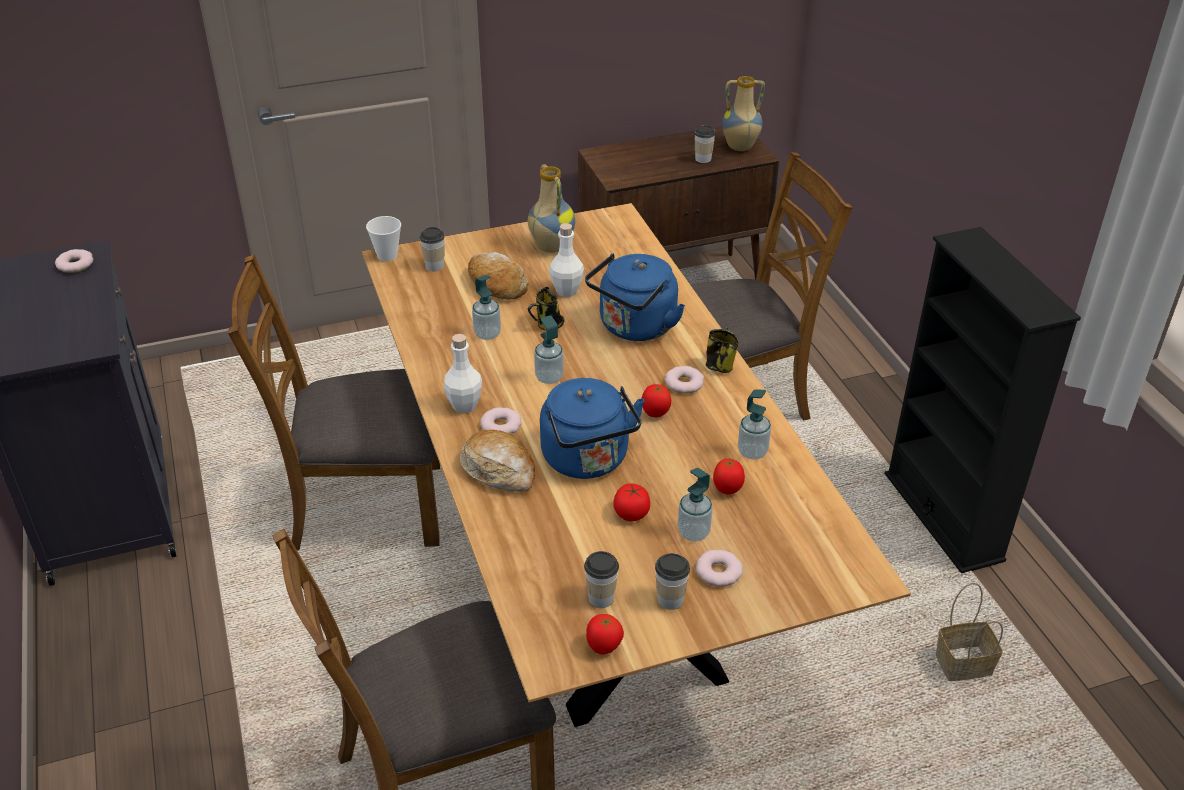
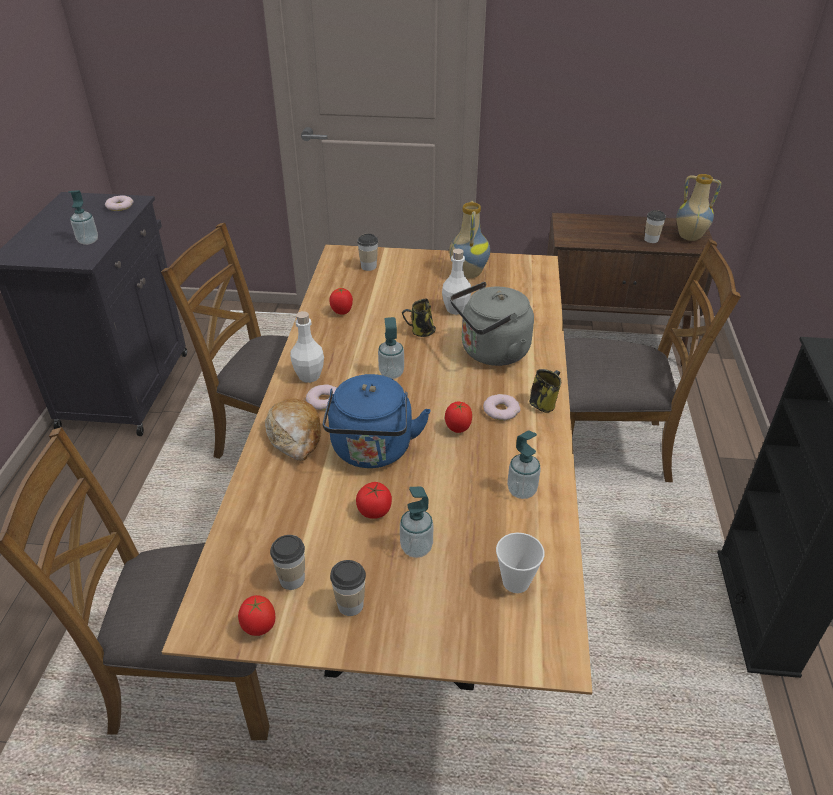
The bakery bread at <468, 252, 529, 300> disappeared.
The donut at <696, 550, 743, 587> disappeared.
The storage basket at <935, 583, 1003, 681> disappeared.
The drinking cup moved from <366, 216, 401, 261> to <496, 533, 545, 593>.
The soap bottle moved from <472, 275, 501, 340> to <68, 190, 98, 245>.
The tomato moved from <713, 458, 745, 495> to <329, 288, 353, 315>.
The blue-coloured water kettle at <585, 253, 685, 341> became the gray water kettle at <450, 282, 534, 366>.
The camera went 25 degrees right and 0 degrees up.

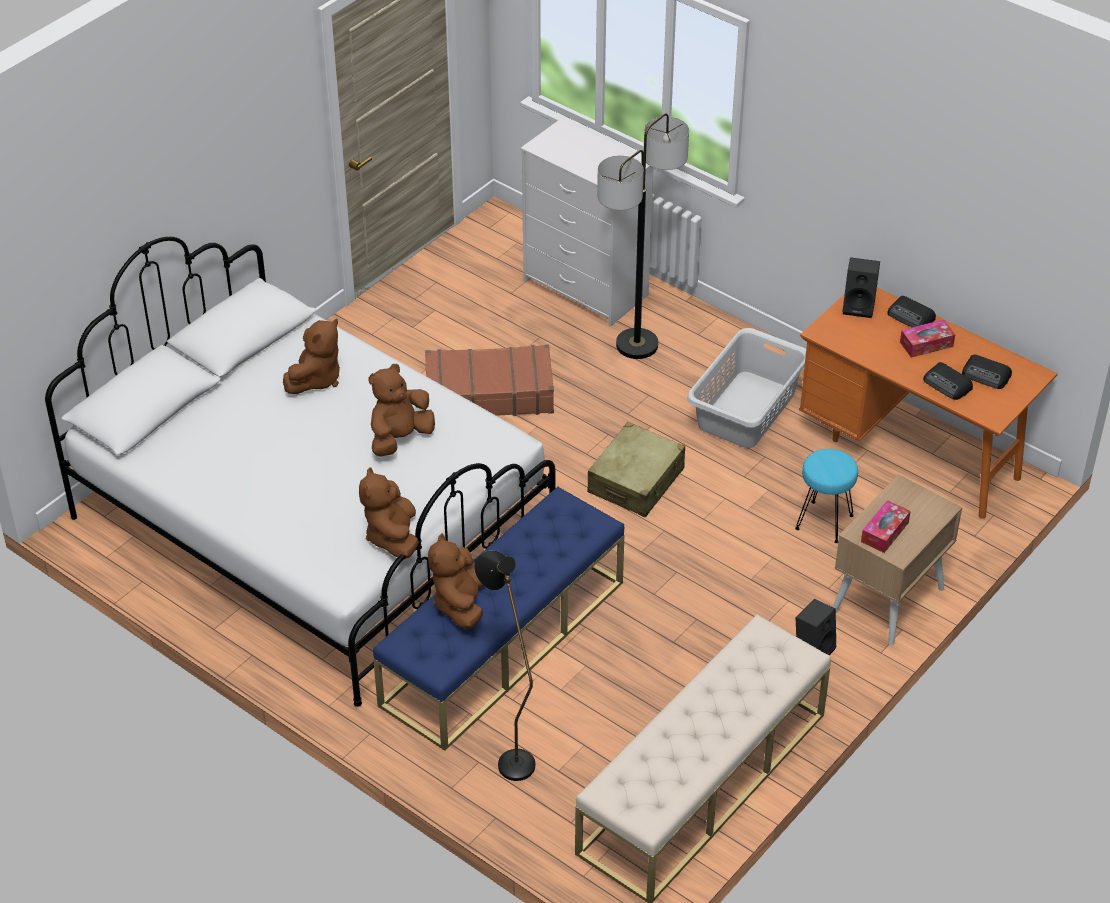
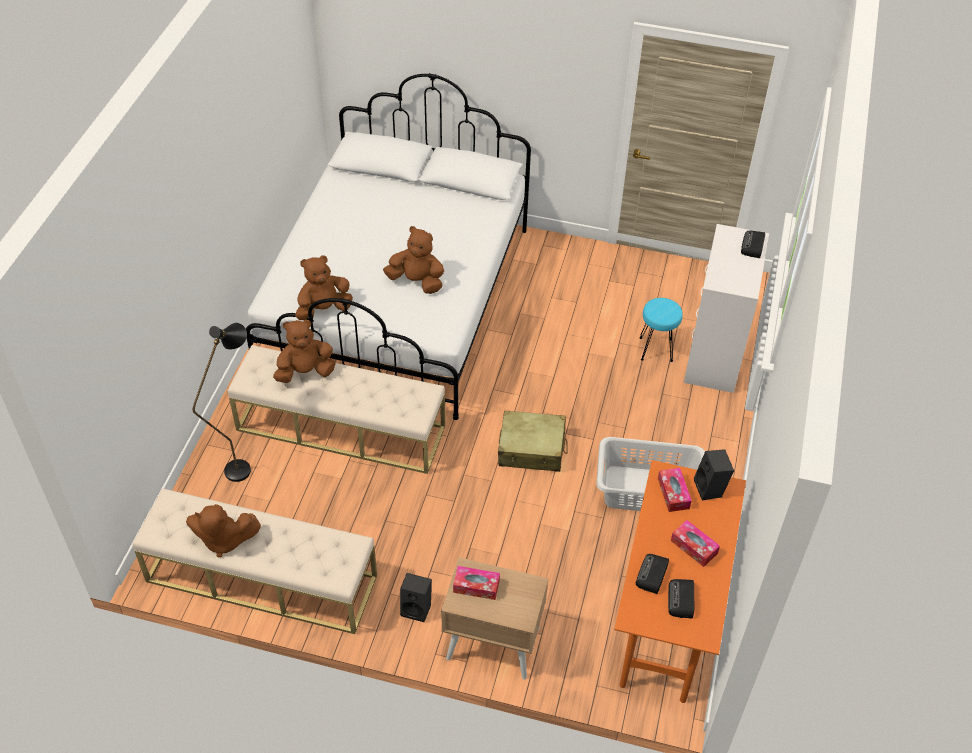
The brown-coloured piece of luggage at <425, 344, 554, 416> disappeared.
The standard lamp at <597, 113, 689, 359> disappeared.
The box of tissues at <658, 468, 692, 512> appeared.
The brown-coloured soft toy moved from <283, 319, 340, 394> to <186, 504, 261, 557>.
The turquoise stool moved from <795, 449, 858, 543> to <639, 298, 683, 362>.
The radio set moved from <887, 296, 936, 327> to <741, 230, 765, 258>.
The blue-coloured long seat at <373, 486, 624, 751> became the sand-coloured long seat at <228, 345, 445, 474>.
The camera went 65 degrees right and 5 degrees up.

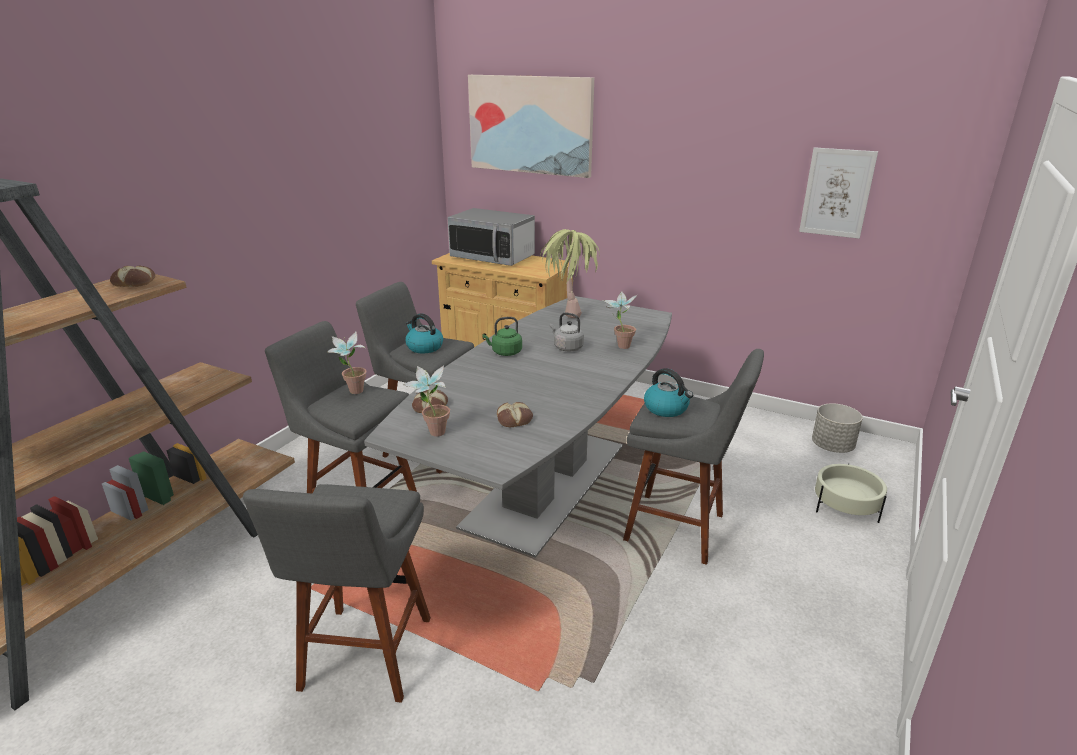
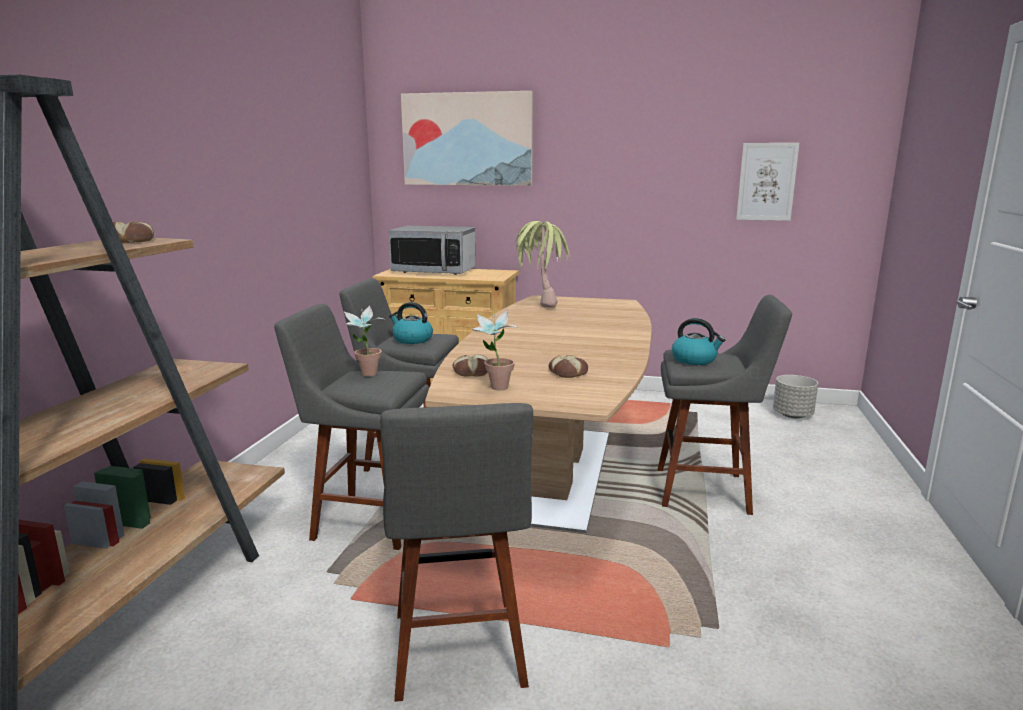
The green-coloured water kettle at <483, 317, 522, 356> disappeared.
The gray water kettle at <550, 312, 584, 351> disappeared.
The houseplant at <603, 291, 638, 349> disappeared.
The sand-coloured plant pot at <815, 463, 887, 523> disappeared.
The gray dining table at <364, 296, 672, 558> became the brown-coloured dining table at <425, 295, 652, 533>.
The camera went 15 degrees left and 10 degrees down.

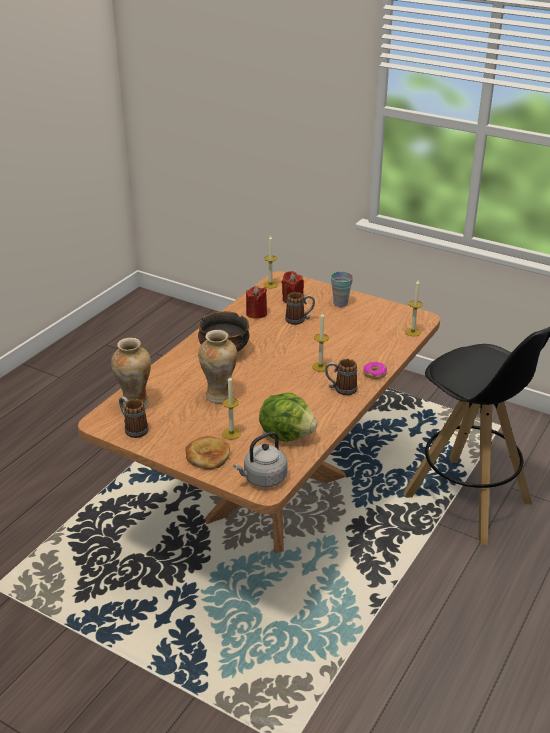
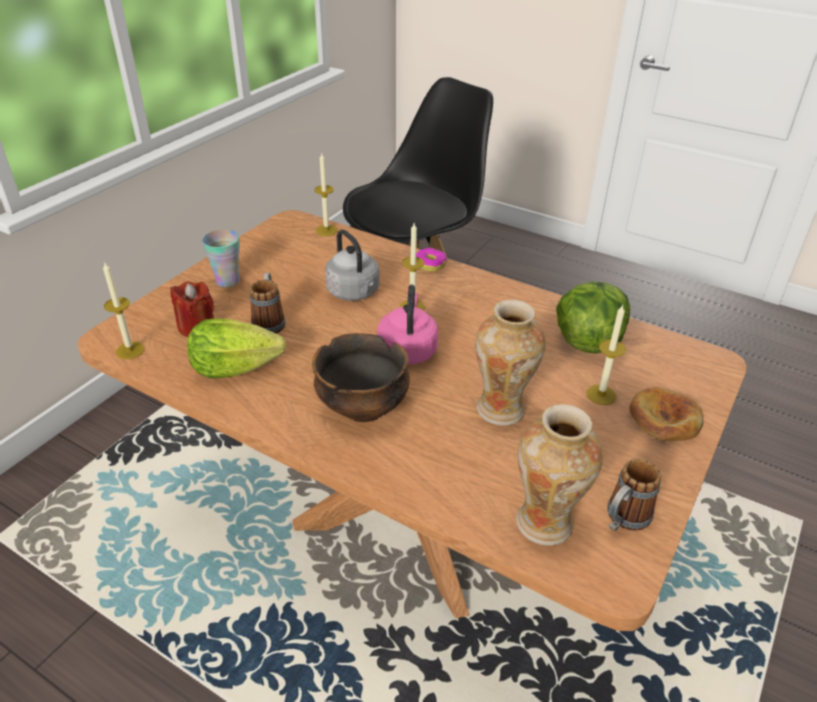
The tea mug at <325, 359, 358, 395> disappeared.
The pinkish water kettle at <377, 285, 438, 365> appeared.
The gray water kettle moved from <234, 431, 288, 487> to <325, 229, 380, 301>.
The red-coloured candle at <246, 286, 267, 319> was replaced by the head of lettuce at <187, 318, 286, 378>.
The camera went 90 degrees left and 5 degrees up.

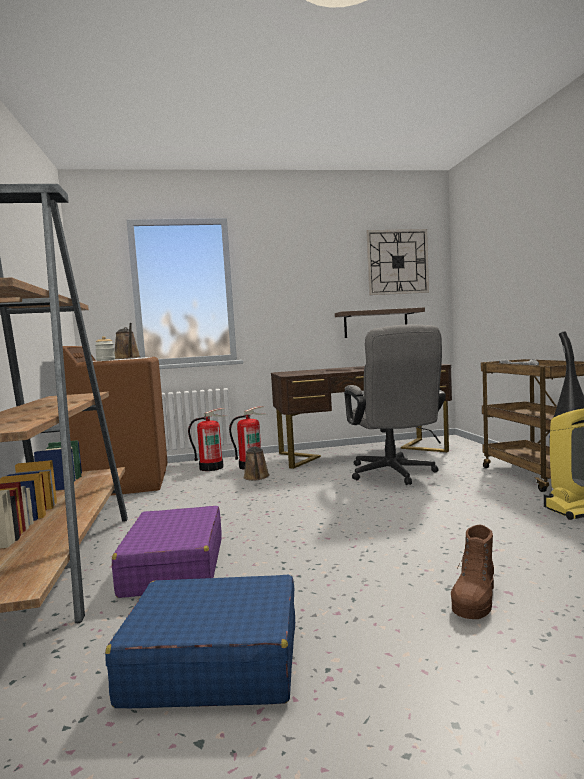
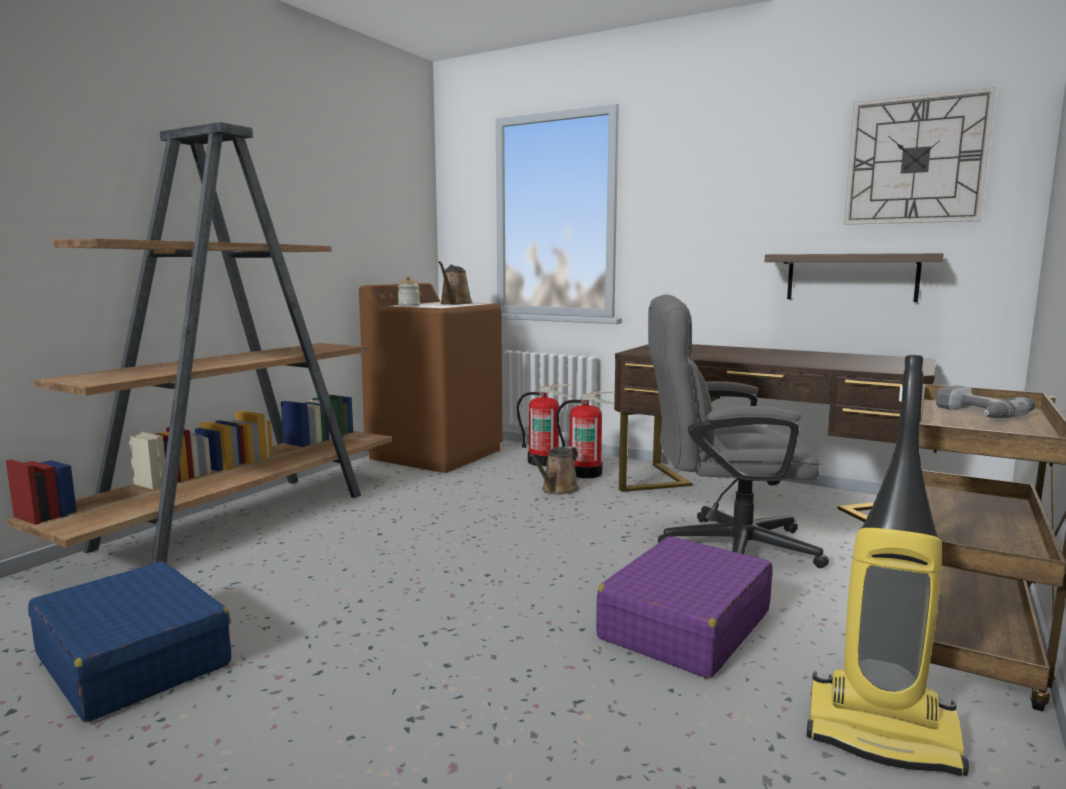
The brown-coloured boot at <451, 525, 494, 619> disappeared.
The purple-coloured piece of luggage moved from <112, 506, 222, 598> to <596, 536, 772, 679>.
The gray office chair at <344, 324, 446, 485> turned 60 degrees clockwise.
The camera went 40 degrees right and 5 degrees up.

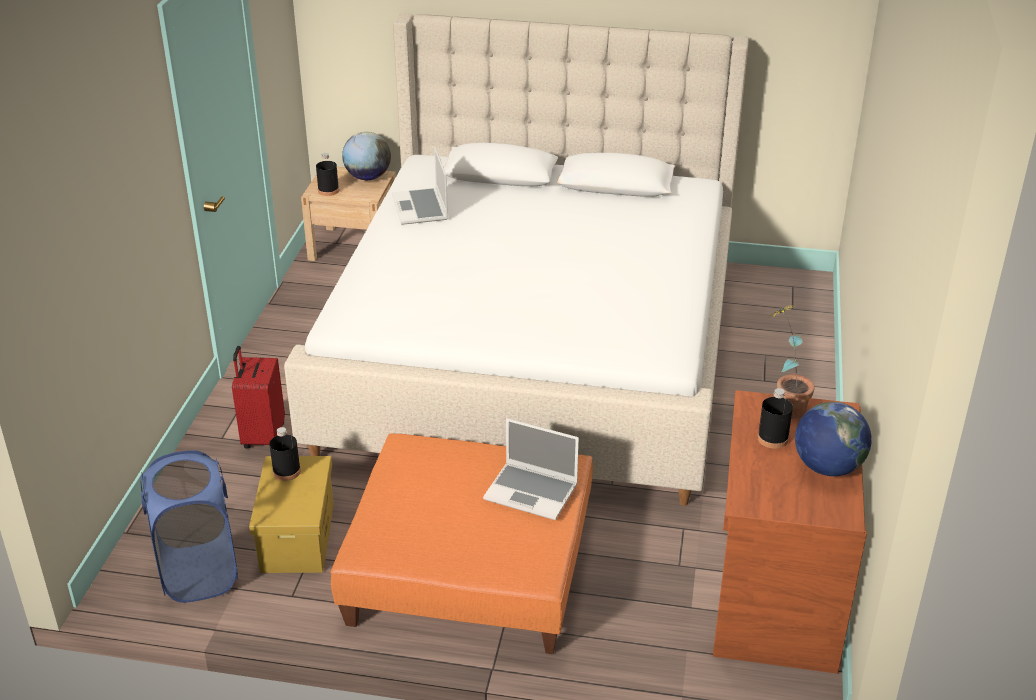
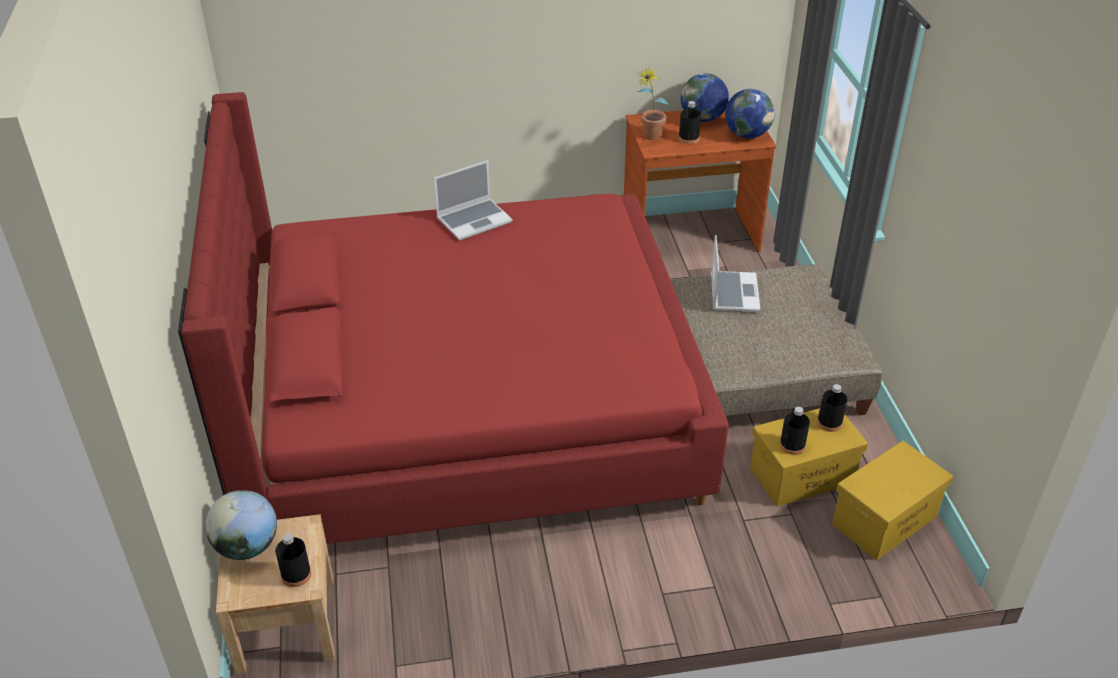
The red-coloured piece of luggage at <232, 346, 285, 448> disappeared.
The desk globe at <725, 89, 775, 139> appeared.
The black-coloured beverage bottle at <817, 384, 847, 432> appeared.
The laptop moved from <392, 147, 448, 225> to <434, 160, 512, 240>.
The blue-coloured washing basket at <140, 450, 238, 603> was replaced by the yellow storage bin at <832, 441, 953, 560>.
The sand-coloured bed at <284, 13, 749, 506> became the red-coloured bed at <178, 92, 729, 544>.
The orangey footrest at <331, 434, 593, 654> became the sand-coloured footrest at <671, 264, 883, 416>.
The camera went 110 degrees left and 5 degrees up.

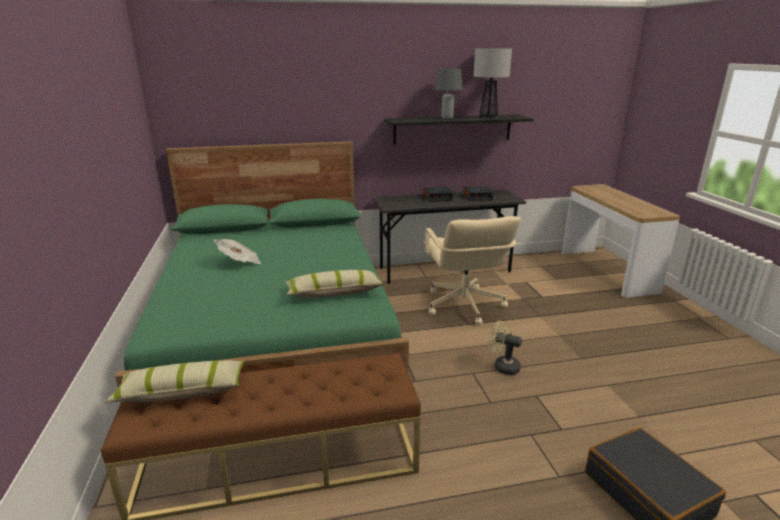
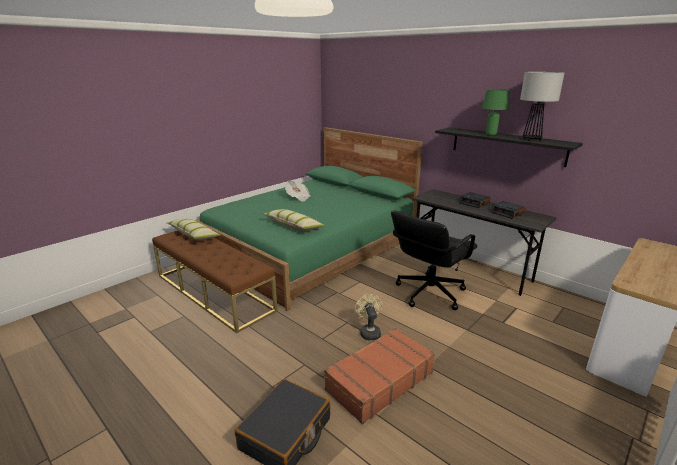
The brown-coloured piece of luggage at <324, 328, 435, 424> appeared.
The sand-coloured office chair at <424, 216, 521, 325> became the black-coloured office chair at <391, 210, 477, 310>.
The gray lamp for a table at <435, 68, 463, 119> became the green-coloured lamp for a table at <482, 89, 509, 136>.
The camera went 55 degrees right and 0 degrees up.

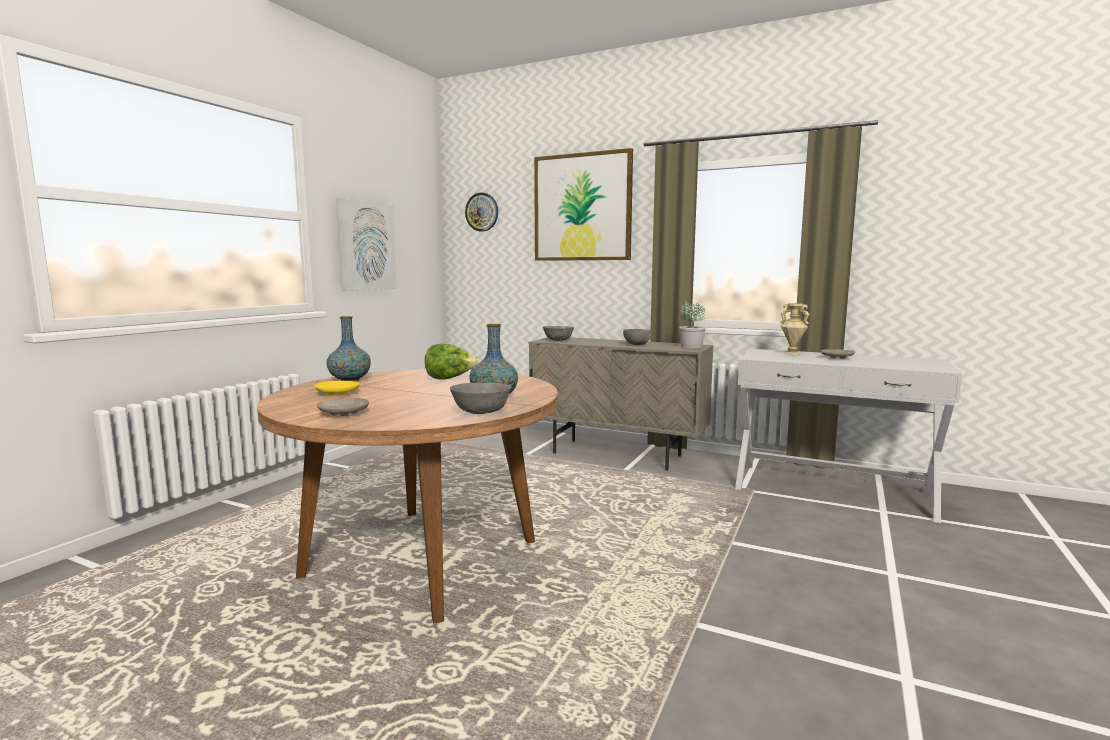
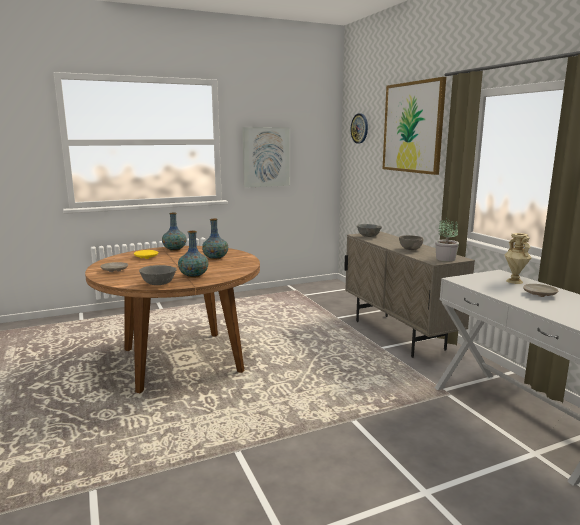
The head of lettuce at <425, 343, 479, 380> was replaced by the decorative vase at <202, 219, 228, 259>.
The camera went 40 degrees right and 5 degrees up.

